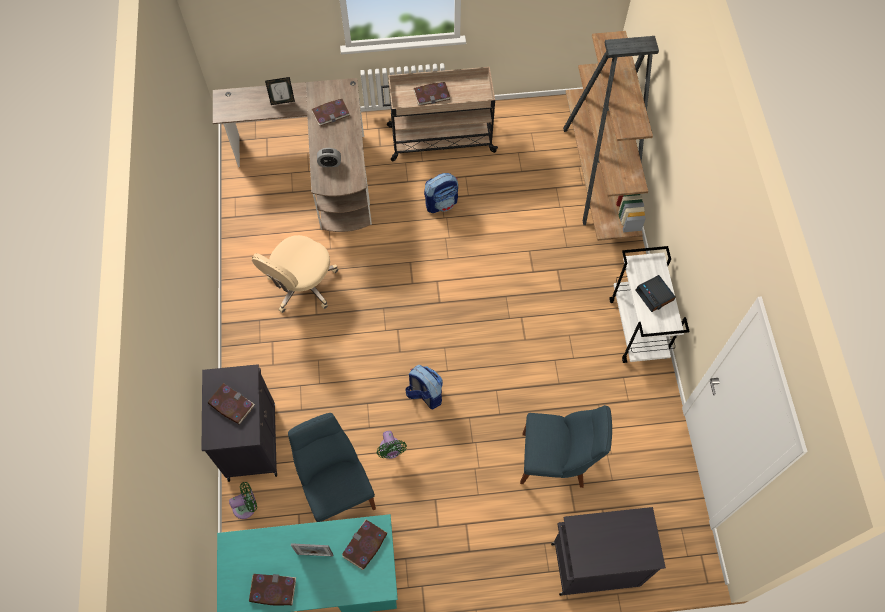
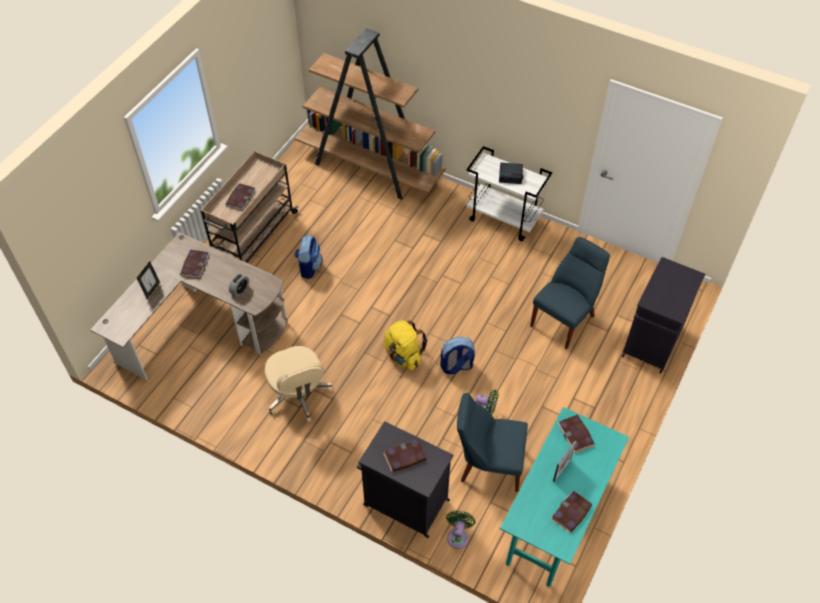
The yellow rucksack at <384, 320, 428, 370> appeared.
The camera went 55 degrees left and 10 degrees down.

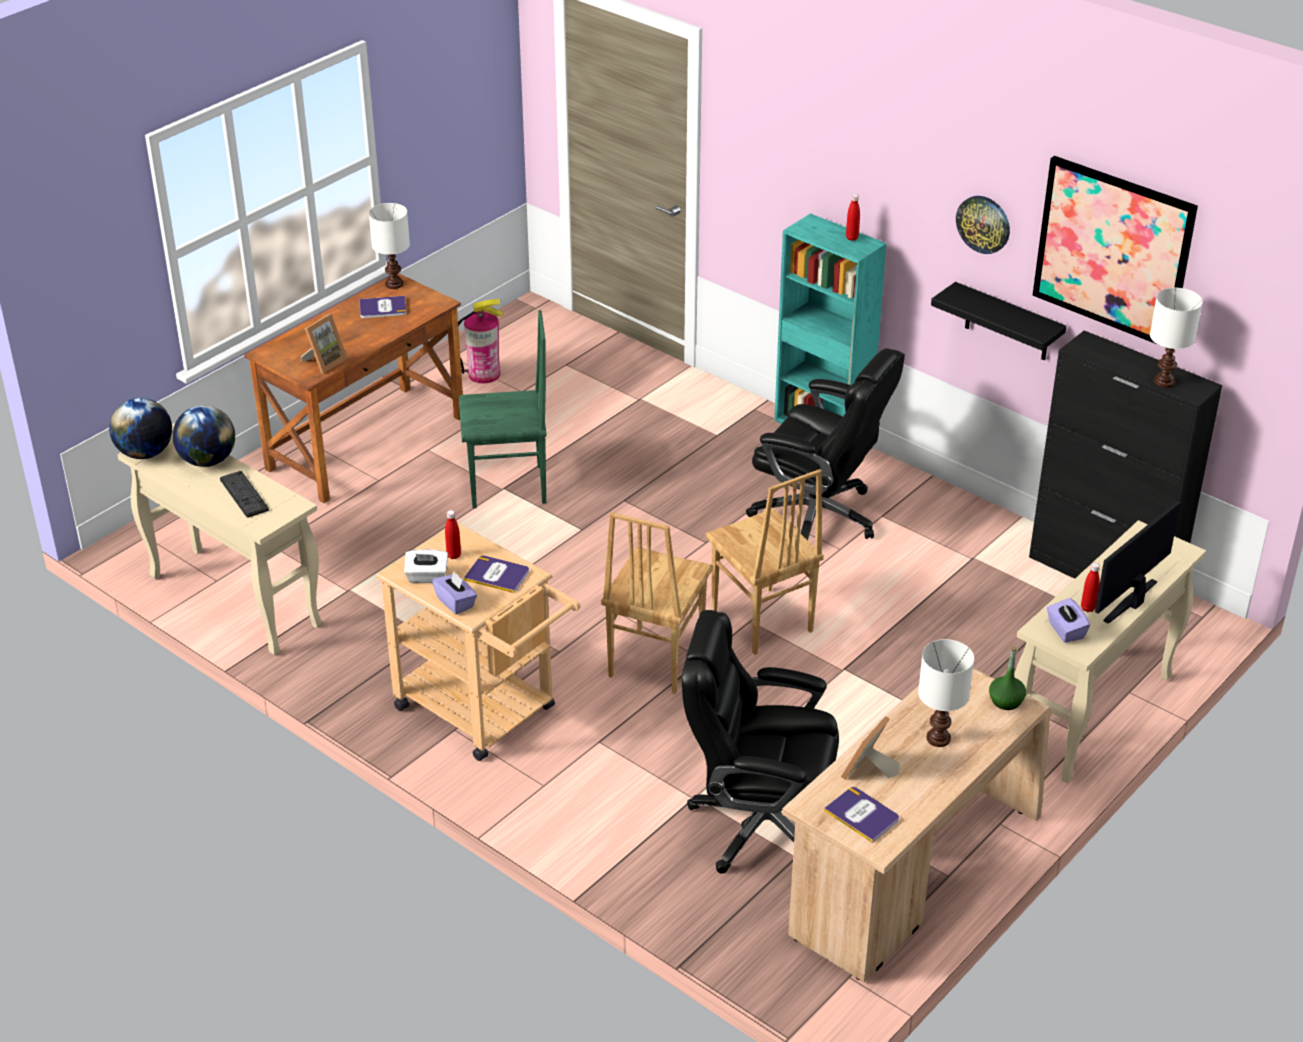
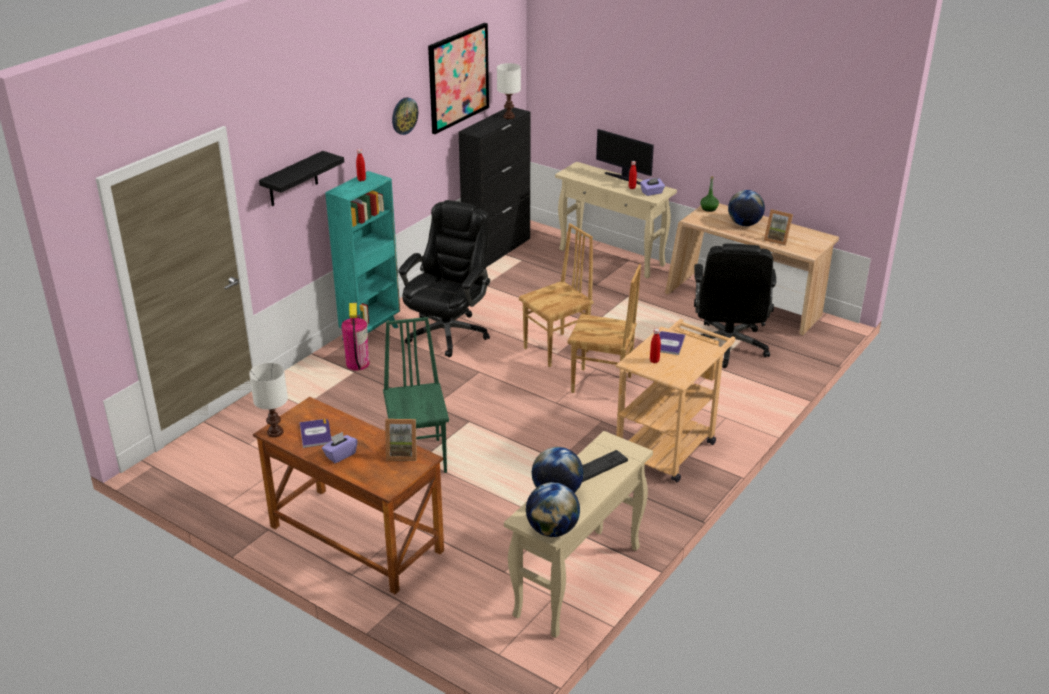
The white-coloured box of tissues at <404, 549, 448, 583> disappeared.
The bound book at <824, 787, 899, 843> disappeared.
The purple-coloured box of tissues moved from <432, 570, 477, 615> to <322, 432, 358, 463>.
The fire extinguisher moved from <458, 299, 503, 383> to <341, 303, 370, 370>.
The black-coloured wall shelf moved from <931, 282, 1066, 361> to <259, 151, 344, 206>.
The white-coloured lamp for a table at <918, 639, 974, 747> was replaced by the desk globe at <728, 190, 765, 226>.
The photo frame at <301, 314, 348, 373> turned 150 degrees clockwise.
The camera went 95 degrees left and 5 degrees down.

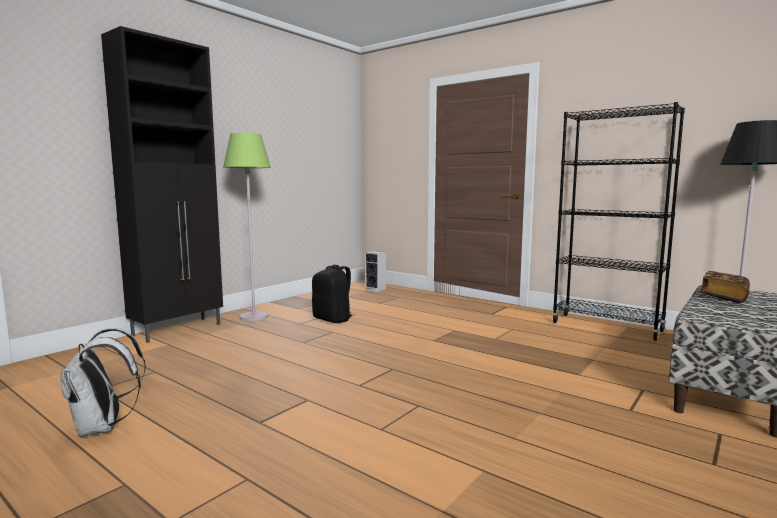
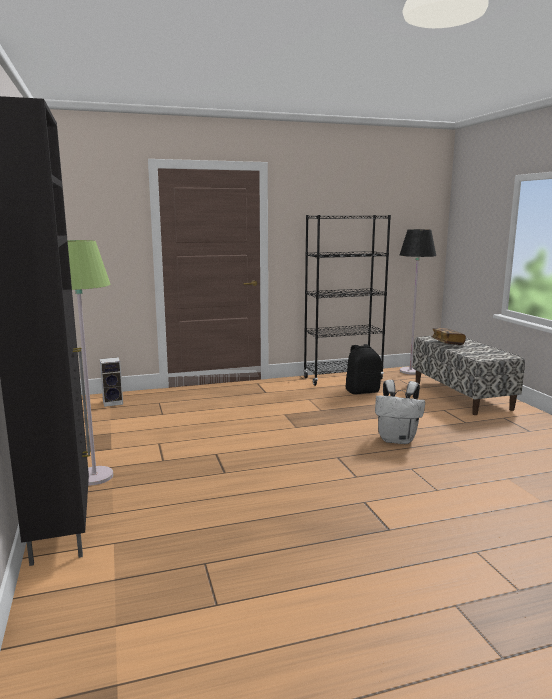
The white-coloured rucksack moved from <60, 328, 146, 437> to <375, 380, 425, 444>.
The black-coloured rucksack moved from <312, 265, 355, 323> to <345, 344, 381, 394>.
The camera went 55 degrees left and 5 degrees up.

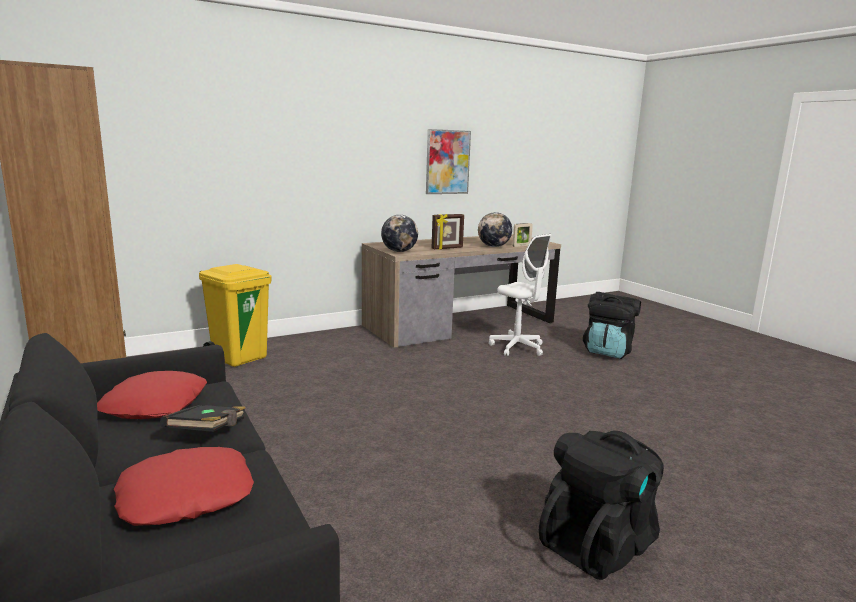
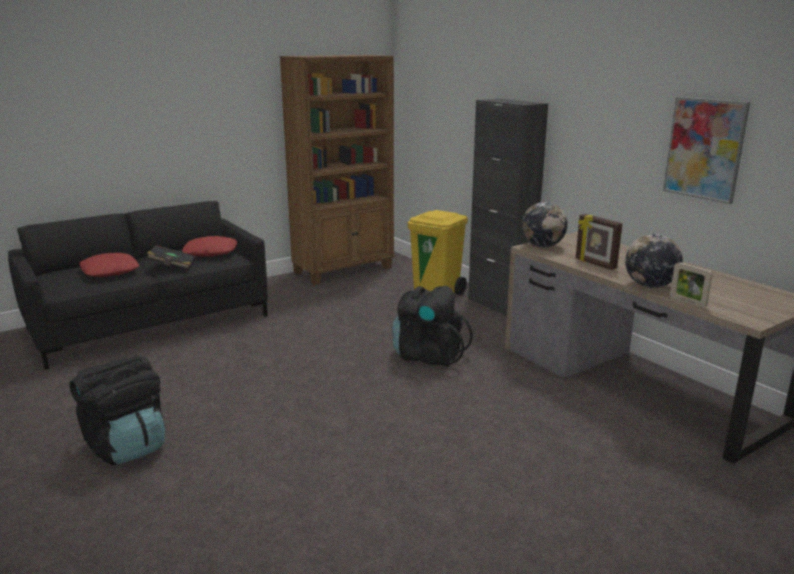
The white-coloured office chair at <489, 234, 552, 356> disappeared.
The black-coloured cabinet at <468, 99, 548, 316> appeared.
The black-coloured rucksack moved from <583, 292, 641, 359> to <392, 286, 472, 367>.
The camera went 85 degrees right and 5 degrees up.

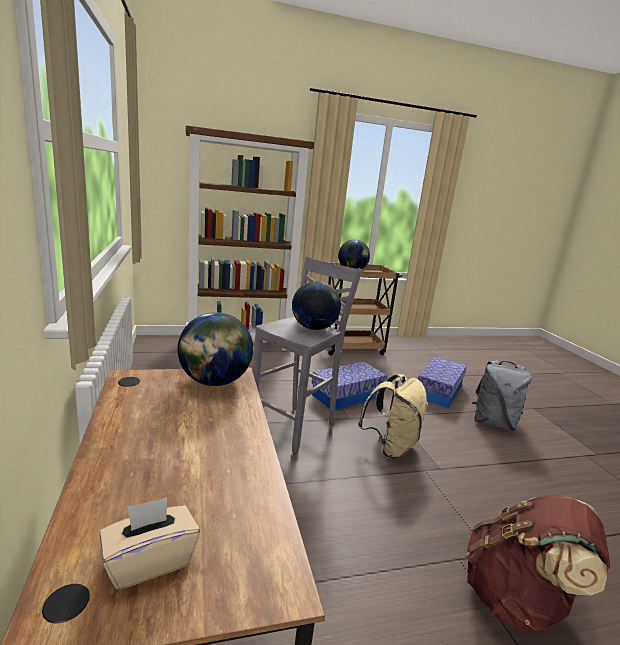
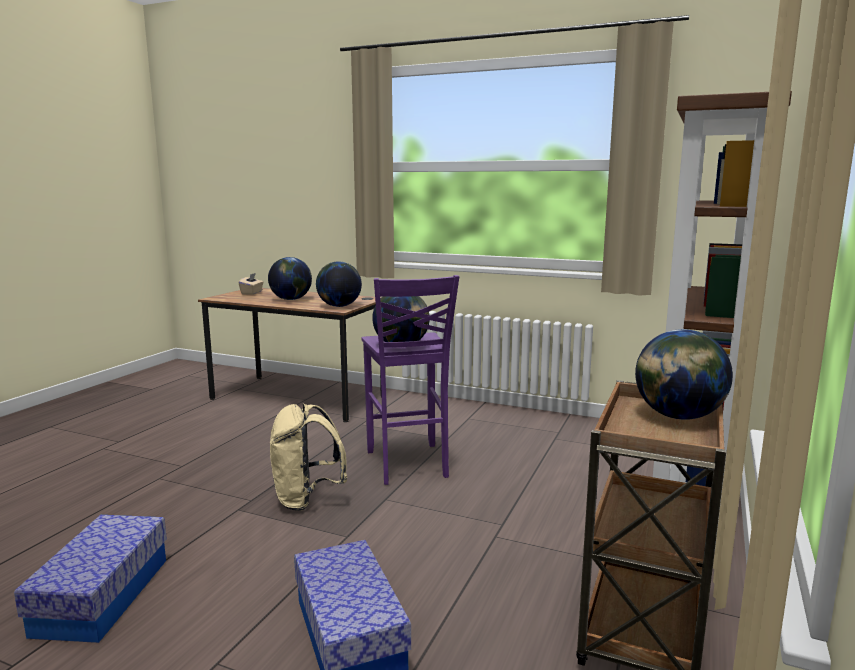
The brown-coloured rucksack at <466, 495, 610, 634> disappeared.
The gray rucksack at <472, 360, 532, 431> disappeared.
The desk globe at <268, 257, 312, 300> appeared.
The storage bin moved from <312, 362, 387, 410> to <14, 515, 167, 643>.
The gray stool at <252, 256, 362, 453> became the purple-coloured stool at <362, 275, 459, 485>.
The camera went 130 degrees right and 5 degrees down.

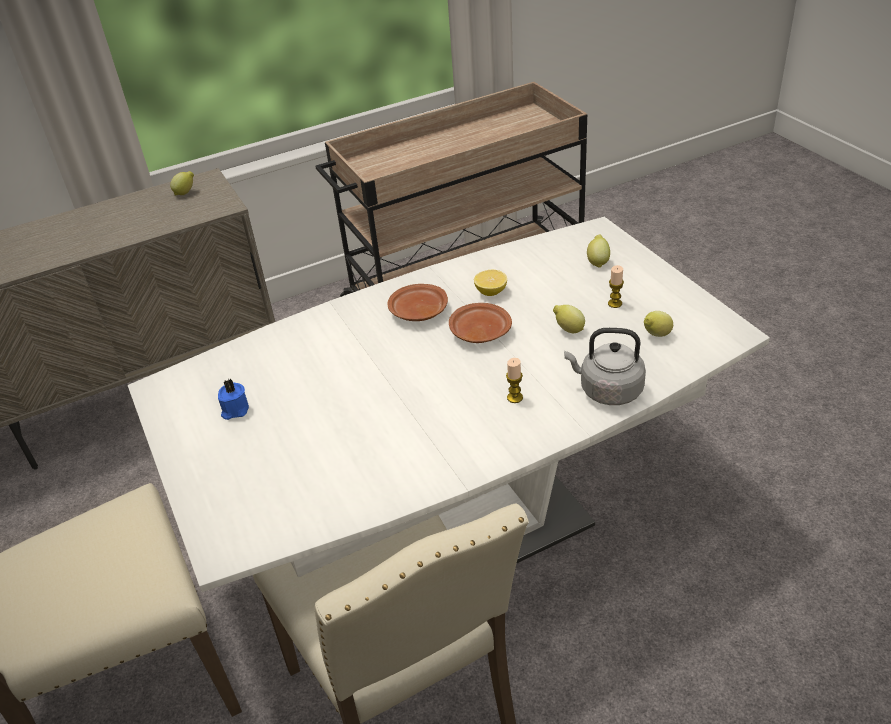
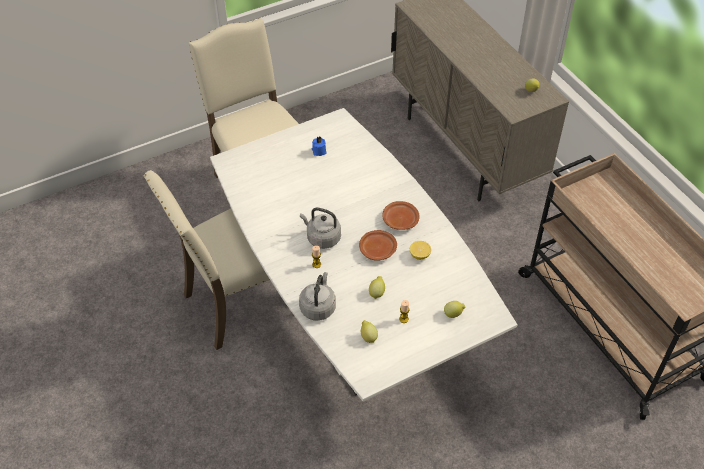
The gray water kettle at <300, 207, 341, 249> appeared.
The camera went 85 degrees right and 10 degrees up.

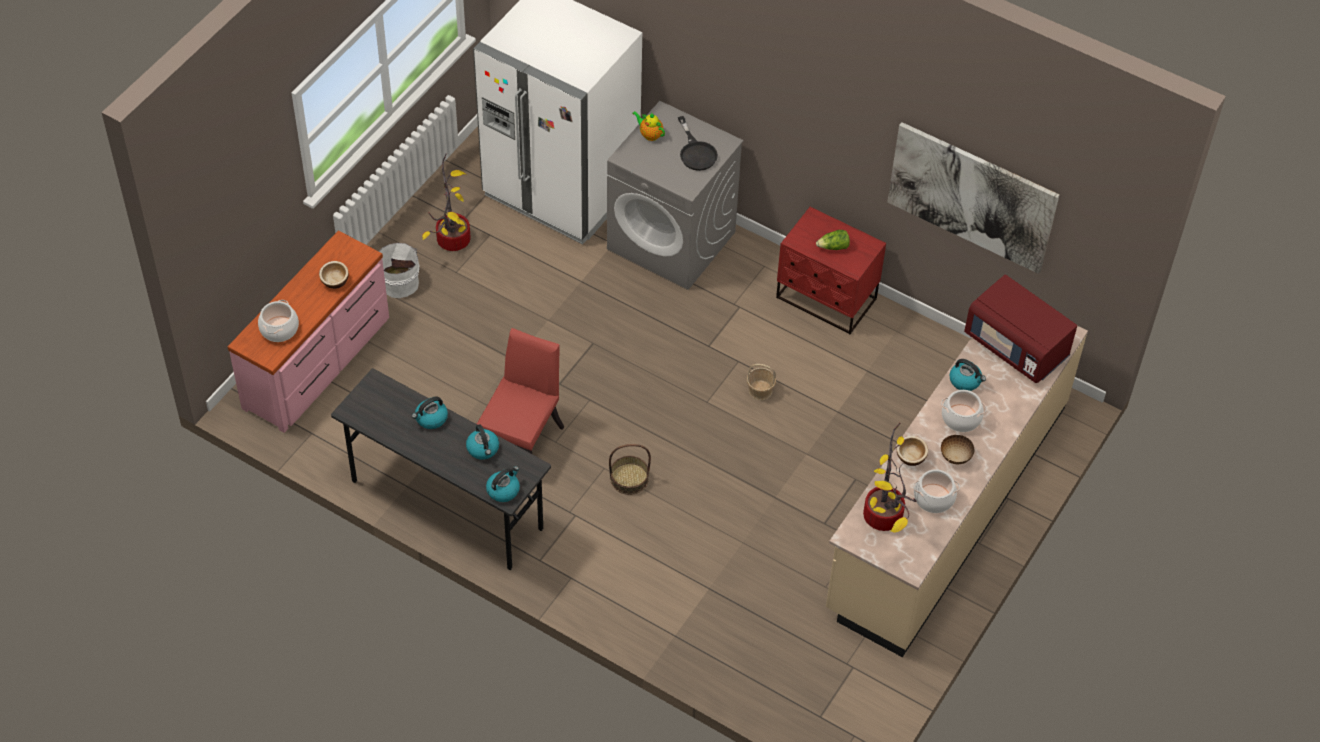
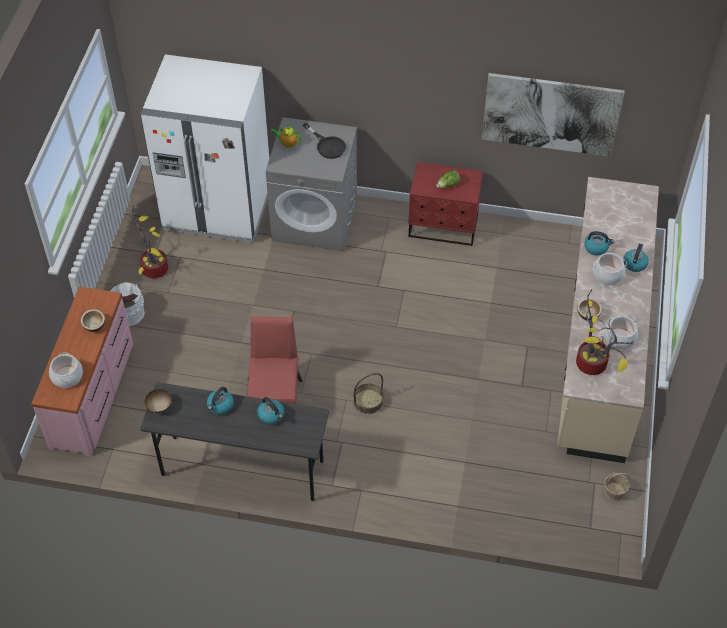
The red-coloured microwave at <964, 274, 1077, 383> disappeared.
The water kettle moved from <486, 466, 520, 502> to <623, 243, 649, 272>.
The storage basket moved from <747, 364, 776, 400> to <604, 473, 630, 501>.
The serving bowl moved from <941, 435, 974, 464> to <145, 389, 172, 413>.
The camera went 20 degrees left and 0 degrees up.

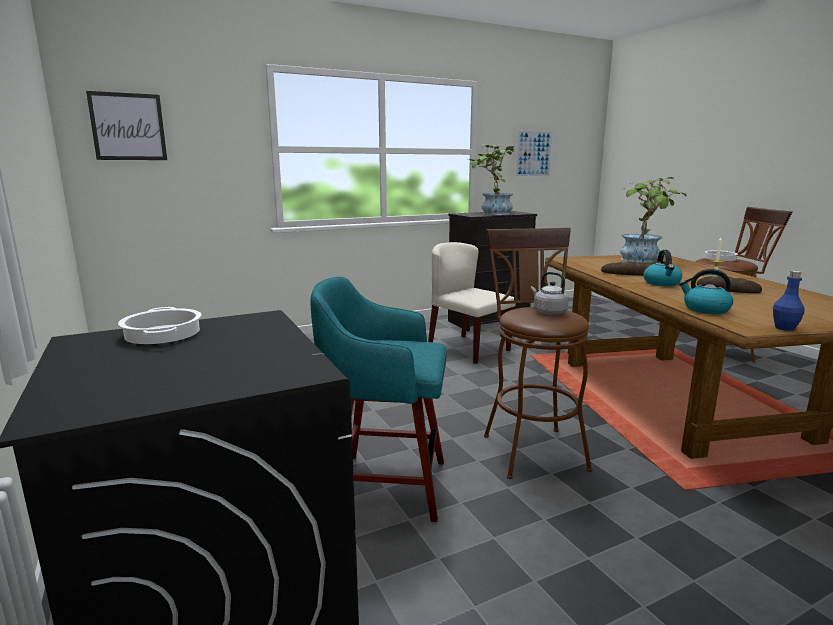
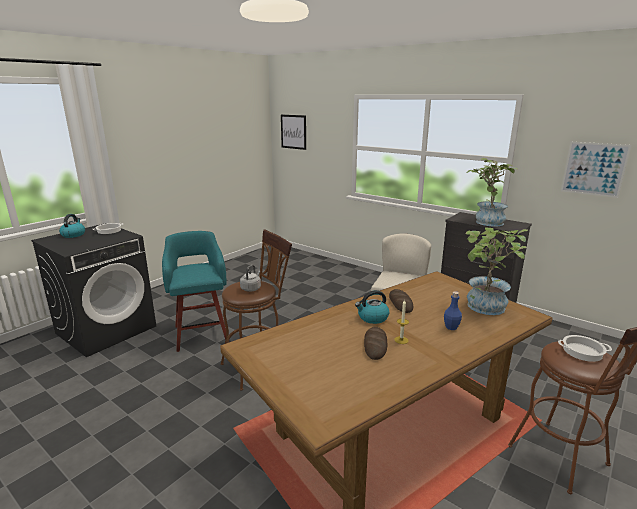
The water kettle moved from <679, 269, 733, 314> to <59, 214, 85, 238>.
The blue-coloured beverage bottle moved from <773, 270, 805, 331> to <444, 291, 462, 330>.
The camera went 65 degrees right and 5 degrees up.

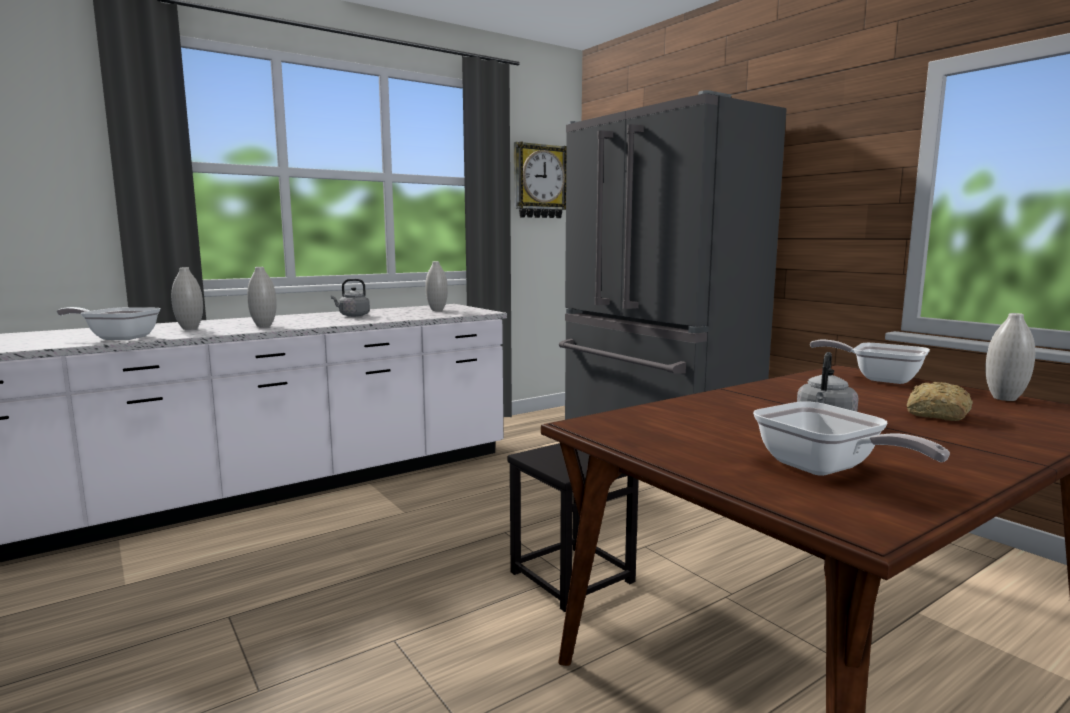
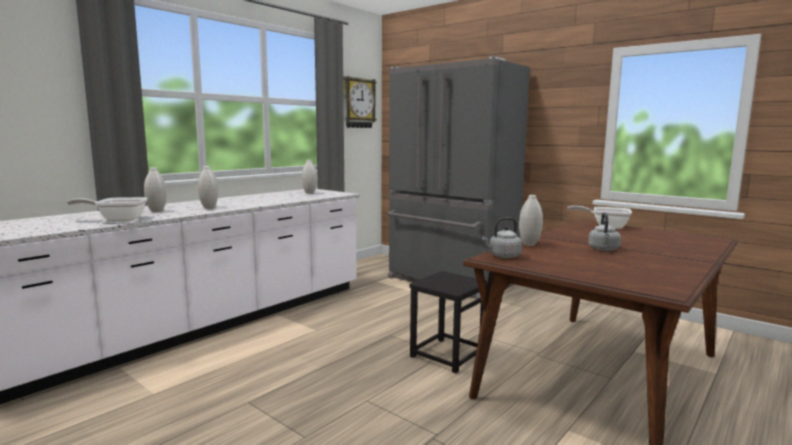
The pan at <753, 401, 950, 476> disappeared.
The bakery bread at <907, 382, 973, 421> disappeared.
The gray water kettle moved from <331, 279, 370, 317> to <482, 217, 522, 258>.
The white-coloured decorative vase moved from <985, 313, 1036, 401> to <519, 195, 543, 246>.
The camera went 15 degrees left and 0 degrees up.

